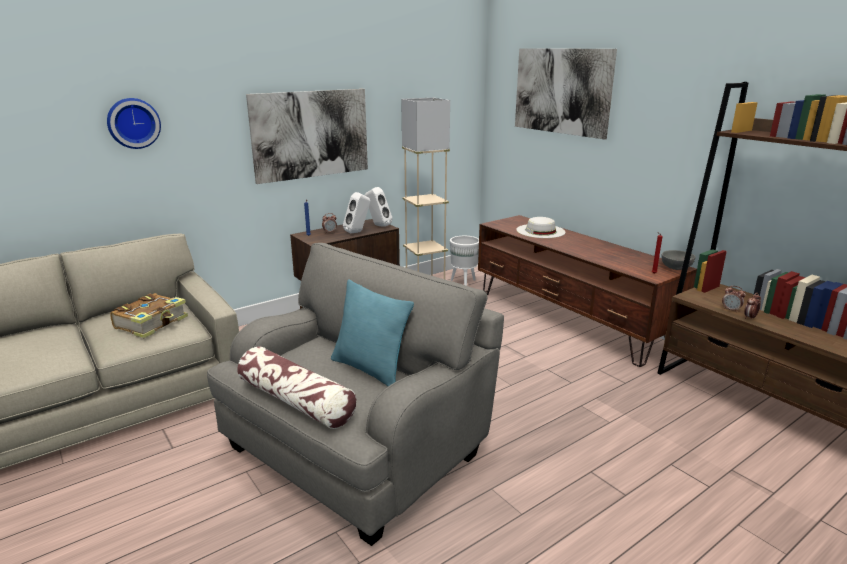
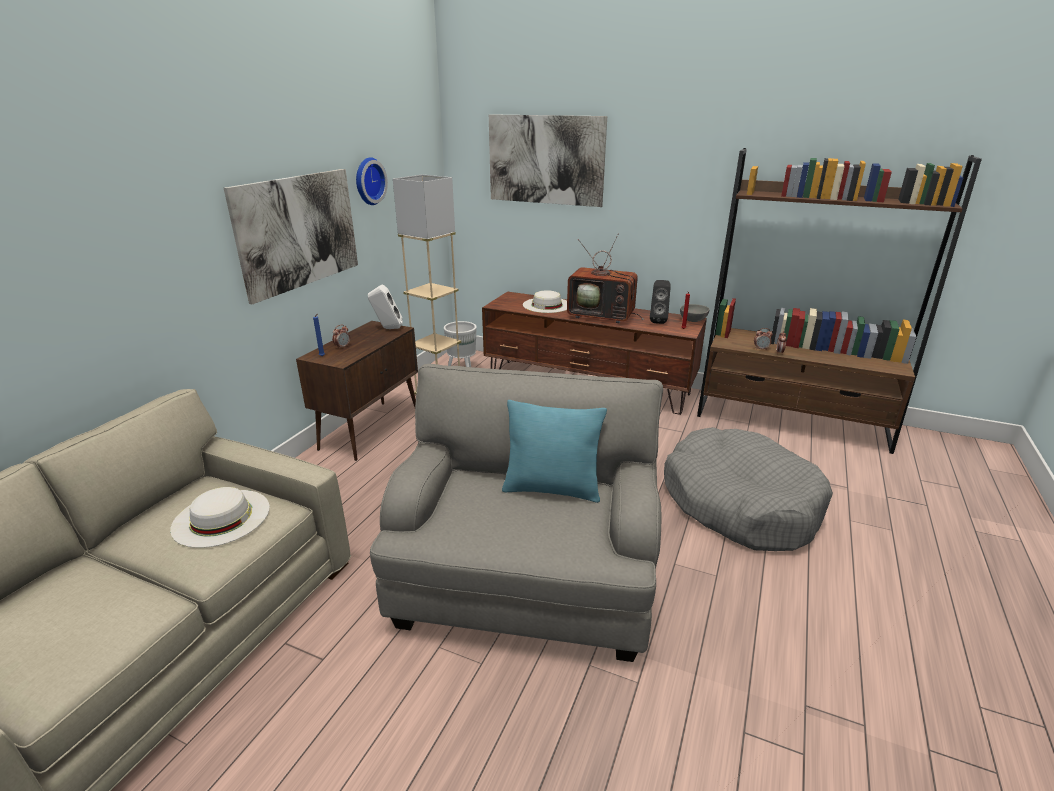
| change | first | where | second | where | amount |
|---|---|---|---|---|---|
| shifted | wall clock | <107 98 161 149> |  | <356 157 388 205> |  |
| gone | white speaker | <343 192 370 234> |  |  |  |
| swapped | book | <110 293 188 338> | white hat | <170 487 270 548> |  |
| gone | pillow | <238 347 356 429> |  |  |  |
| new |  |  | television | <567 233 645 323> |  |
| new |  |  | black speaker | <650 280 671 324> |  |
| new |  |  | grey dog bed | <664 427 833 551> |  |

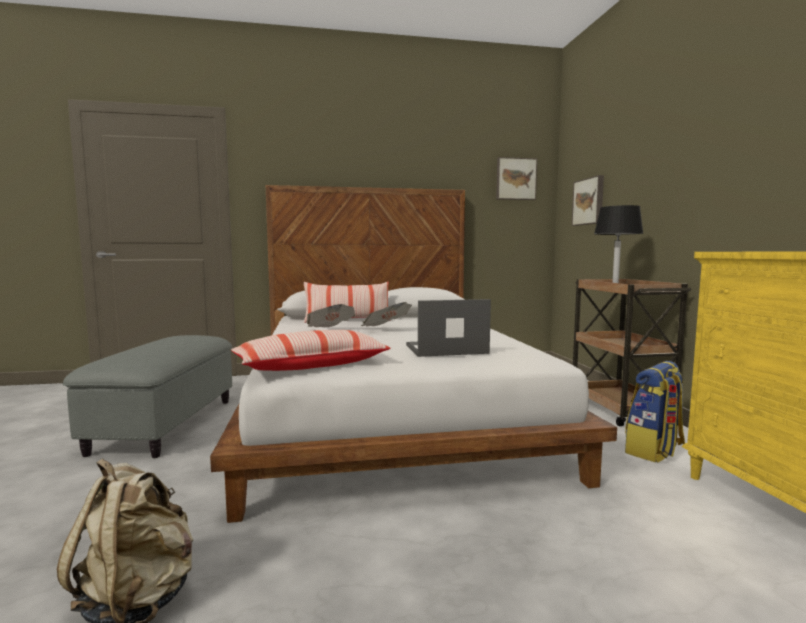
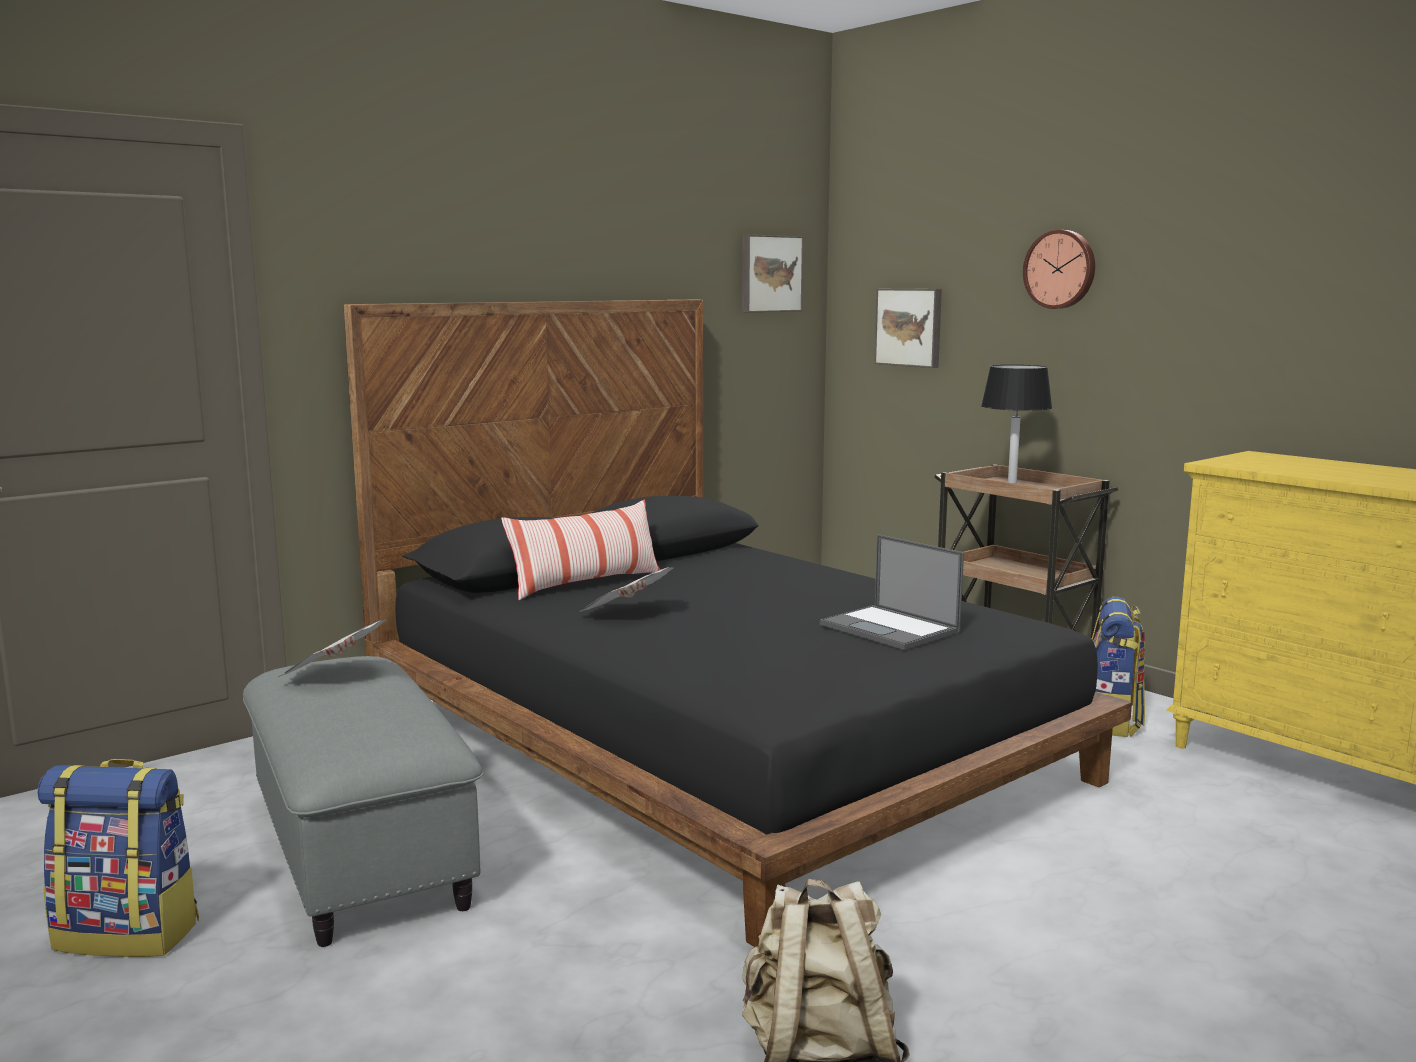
| change | first | where | second | where | amount |
|---|---|---|---|---|---|
| repainted | white bed | <210 185 617 523> | black bed | <343 300 1132 947> |  |
| rotated | laptop | <406 299 491 357> |  | <820 534 964 650> | 90 degrees counterclockwise |
| shifted | newspaper | <361 302 412 326> |  | <278 619 387 677> |  |
| gone | pillow | <231 330 391 371> |  |  |  |
| new |  |  | wall clock | <1023 230 1095 309> |  |
| new |  |  | backpack | <38 759 199 957> |  |

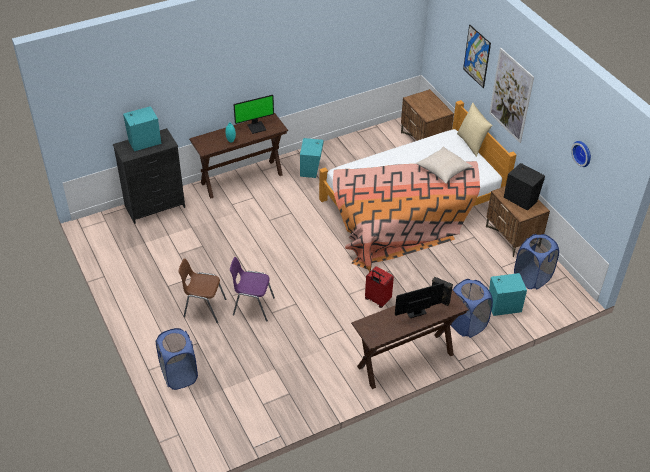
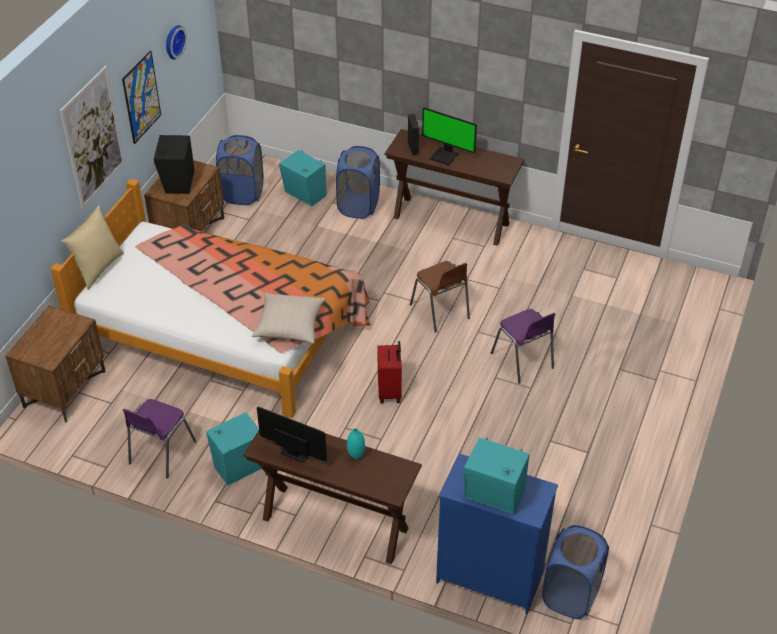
| change | first | where | second | where | amount |
|---|---|---|---|---|---|
| shifted | picture | <463 25 491 88> |  | <122 51 161 144> |  |
| repainted | black dresser | <113 128 185 224> | blue dresser | <436 453 558 614> |  |
| shifted | beige pillow | <416 147 473 184> |  | <252 292 325 343> |  |
| shifted | brown chair | <178 258 226 323> |  | <410 261 470 333> |  |
| shifted | red suitcase | <365 266 394 308> |  | <377 341 402 404> |  |
| shifted | blue laundry basket | <156 328 198 390> |  | <542 525 609 619> |  |
| new |  |  | purple chair | <123 399 196 479> |  |

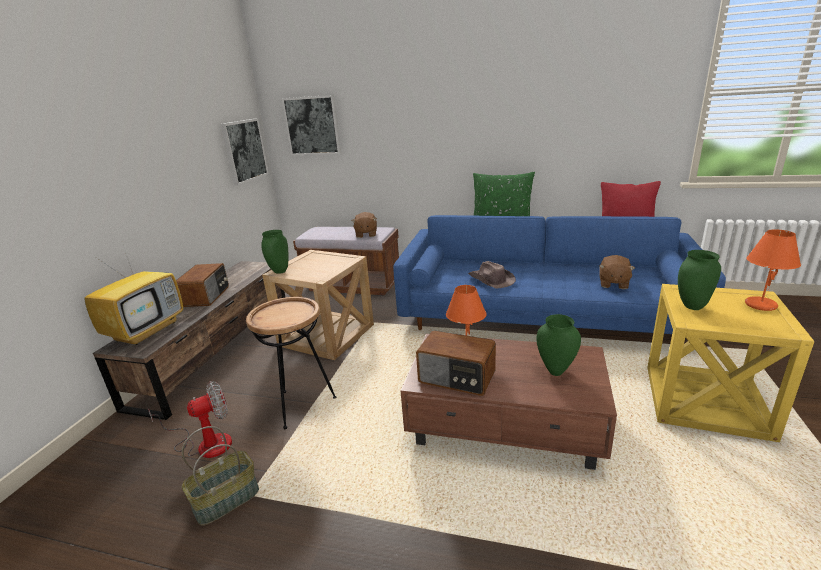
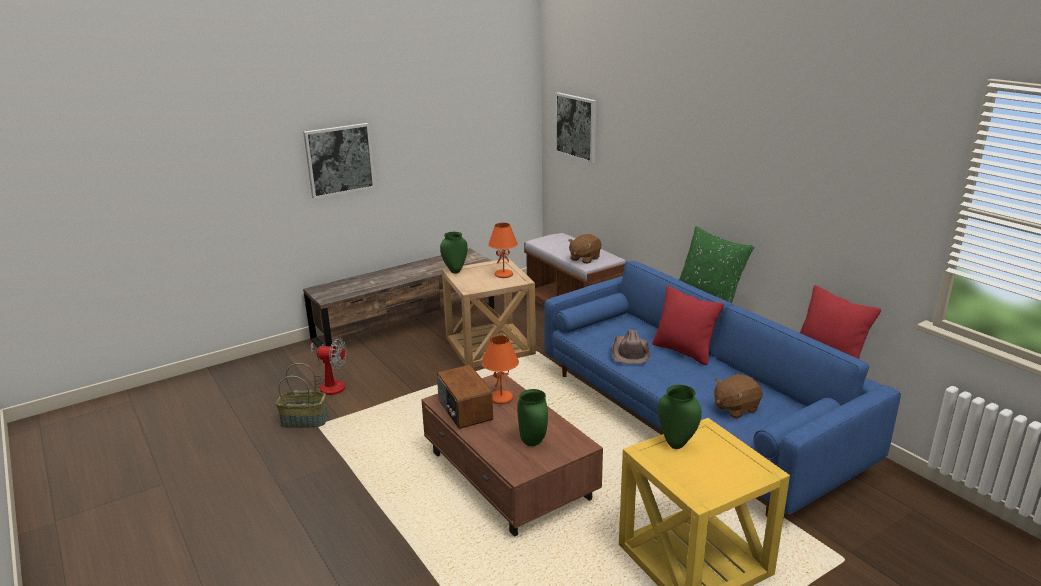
| change | first | where | second | where | amount |
|---|---|---|---|---|---|
| shifted | picture | <221 118 269 185> |  | <303 123 375 199> |  |
| shifted | orange table lamp | <745 229 801 311> |  | <488 223 518 278> |  |
| gone | television | <85 245 183 346> |  |  |  |
| gone | radio | <176 263 229 307> |  |  |  |
| gone | brown side table | <246 297 336 429> |  |  |  |
| new |  |  | red pillow | <652 286 724 365> |  |

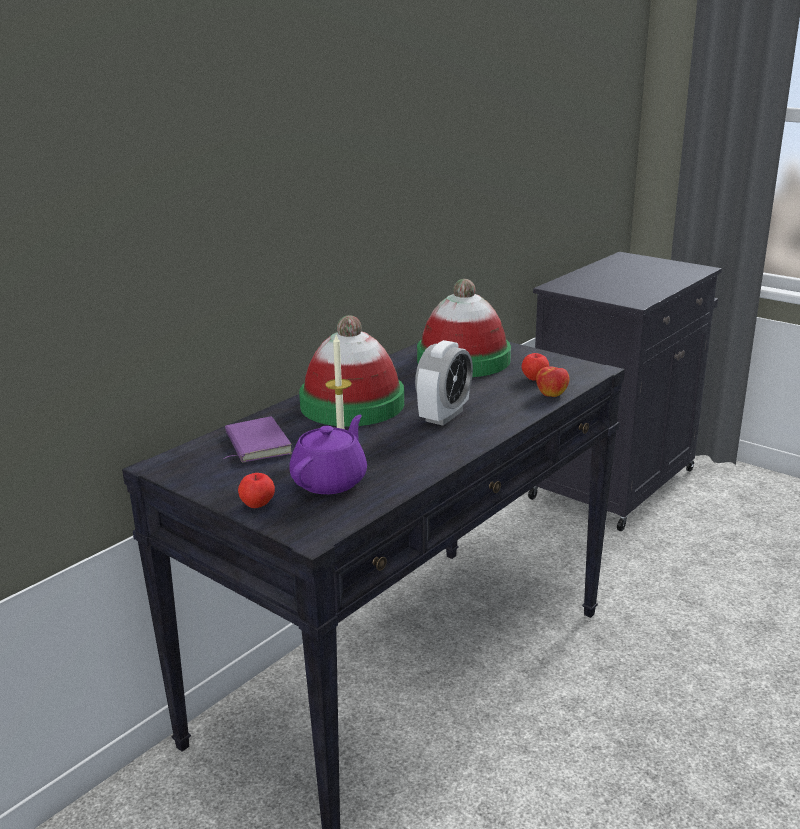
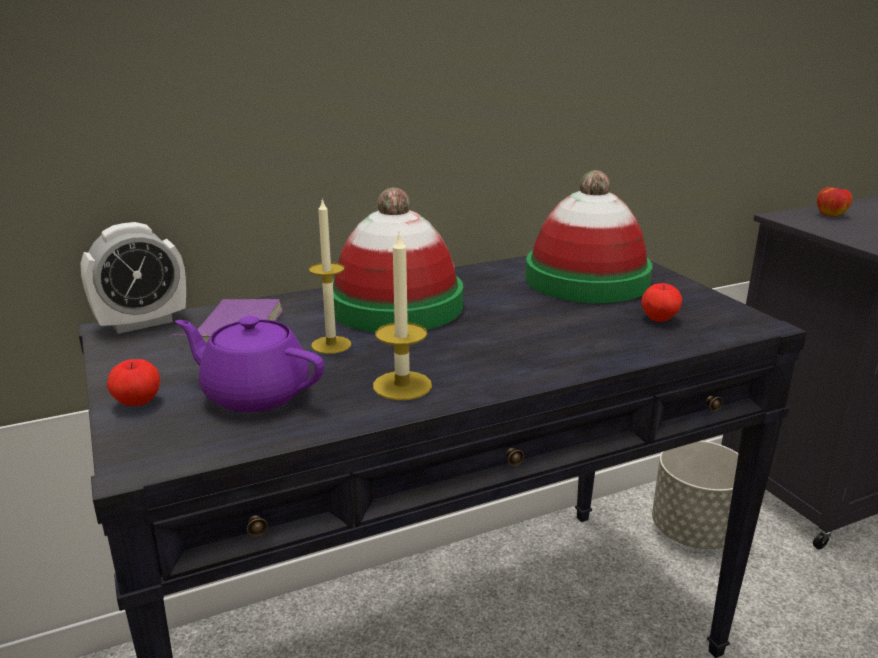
| change | first | where | second | where | amount |
|---|---|---|---|---|---|
| shifted | alarm clock | <415 340 473 426> |  | <81 222 186 334> |  |
| shifted | apple | <536 366 569 397> |  | <817 187 852 217> |  |
| rotated | purple teapot | <289 415 367 494> |  | <175 316 324 412> | 120 degrees counterclockwise |
| new |  |  | candle | <373 234 432 400> |  |
| new |  |  | grey planter | <652 441 739 549> |  |

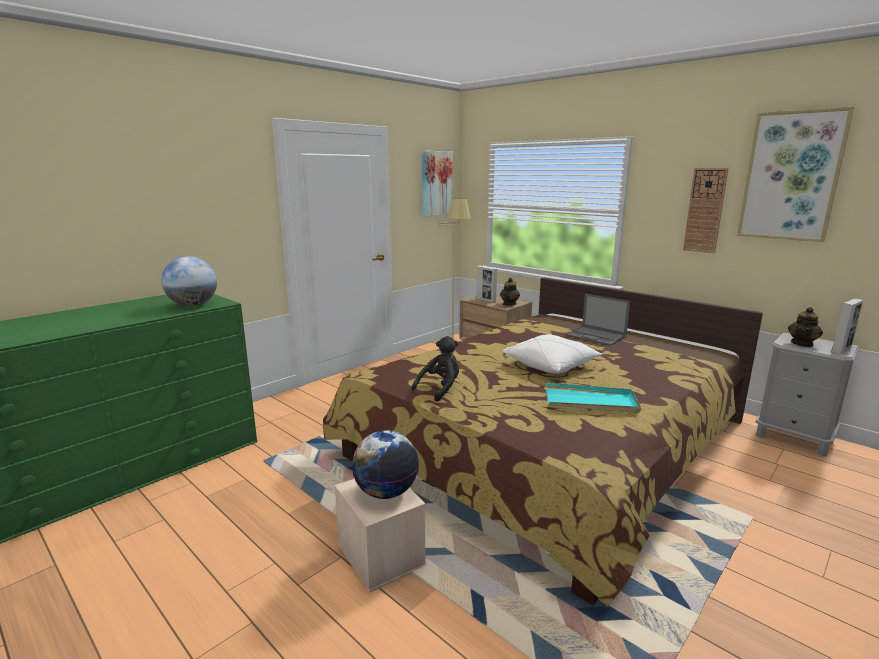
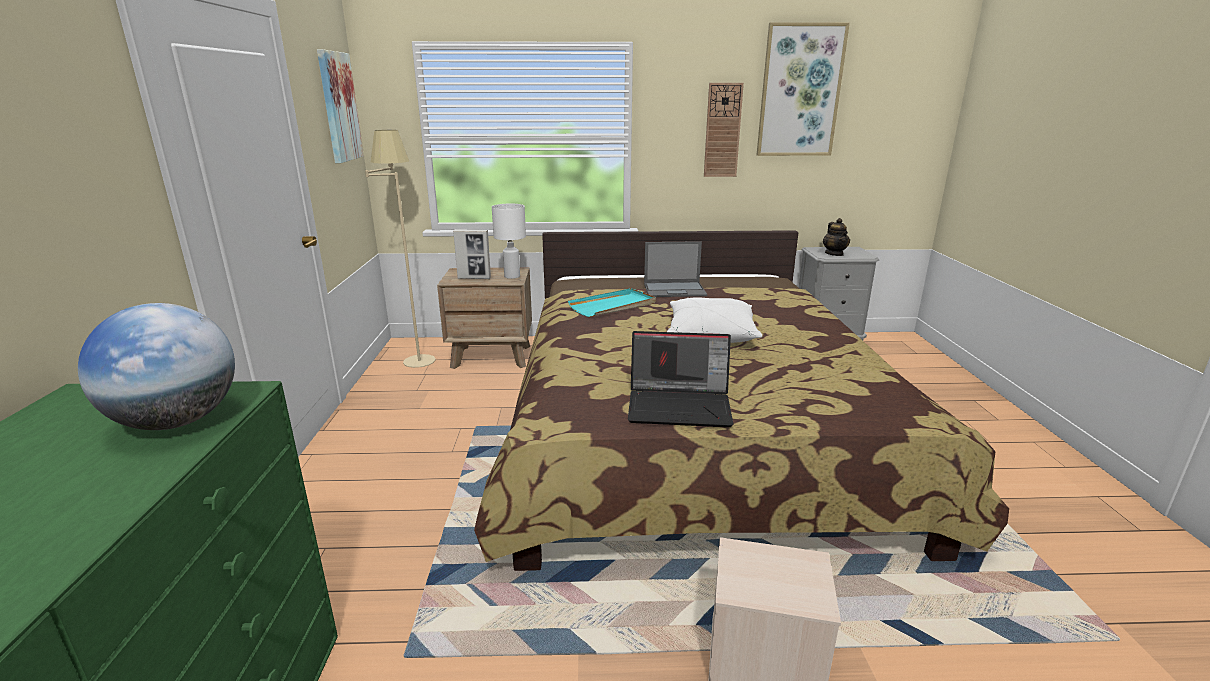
| change | first | where | second | where | amount |
|---|---|---|---|---|---|
| swapped | teapot | <500 278 520 306> | white table lamp | <492 204 526 279> |  |
| gone | picture frame | <831 299 863 355> |  |  |  |
| swapped | black plush toy | <411 336 459 402> | laptop | <628 331 733 427> |  |
| shifted | turquoise tray | <546 383 641 413> |  | <568 288 656 317> |  |
| gone | globe | <352 430 419 499> |  |  |  |

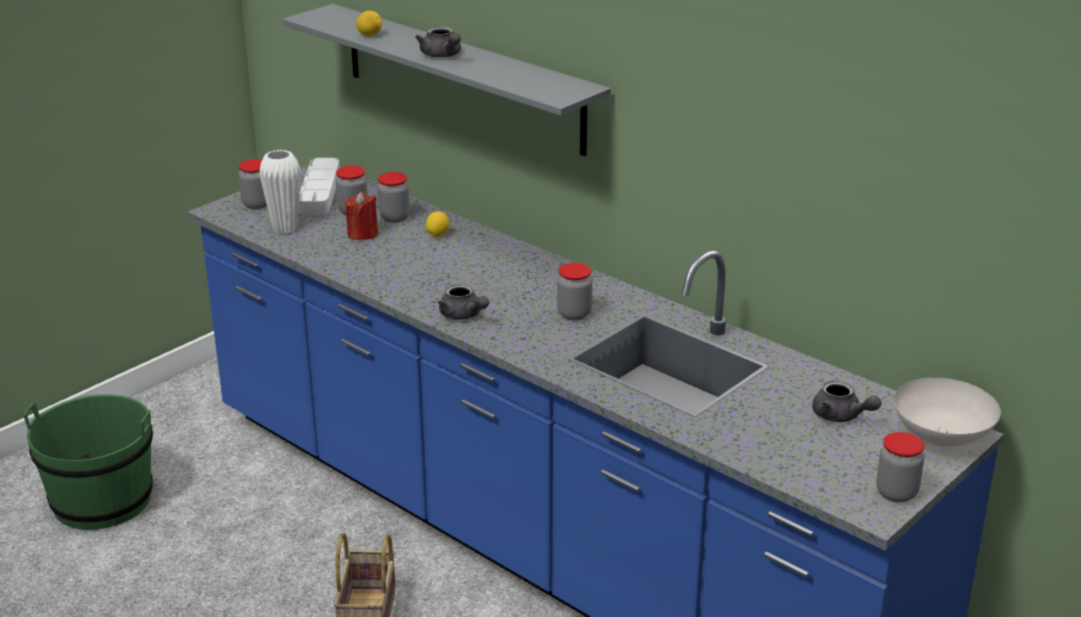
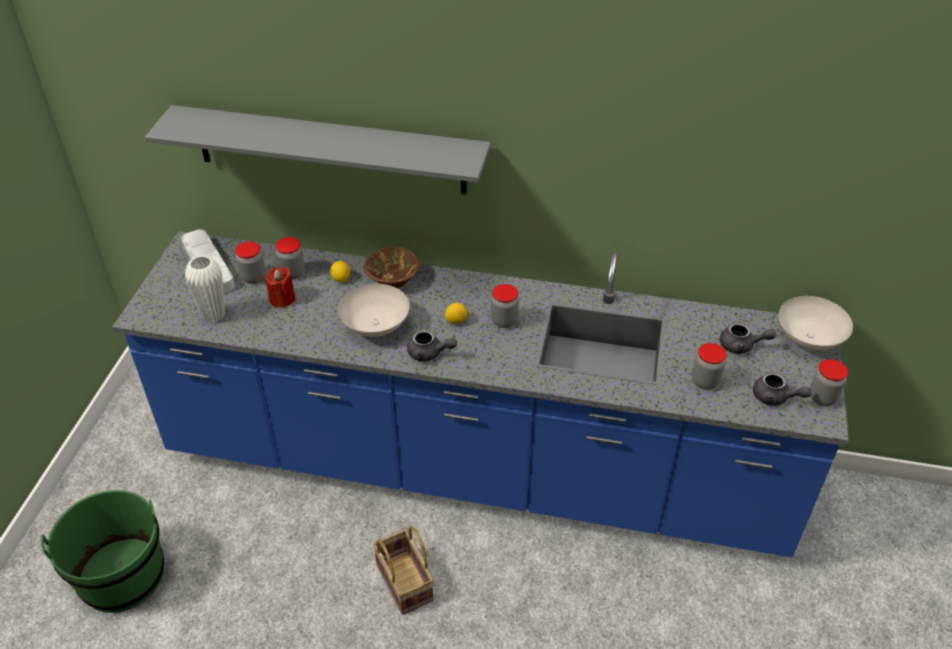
| change | first | where | second | where | amount |
|---|---|---|---|---|---|
| shifted | lemon | <356 11 382 36> |  | <445 303 467 324> |  |
| shifted | grey teapot | <415 26 461 58> |  | <753 372 812 405> |  |
| shifted | jar | <239 159 267 209> |  | <692 343 726 389> |  |
| new |  |  | brown bowl | <364 247 420 288> |  |
| new |  |  | white bowl | <338 284 410 337> |  |

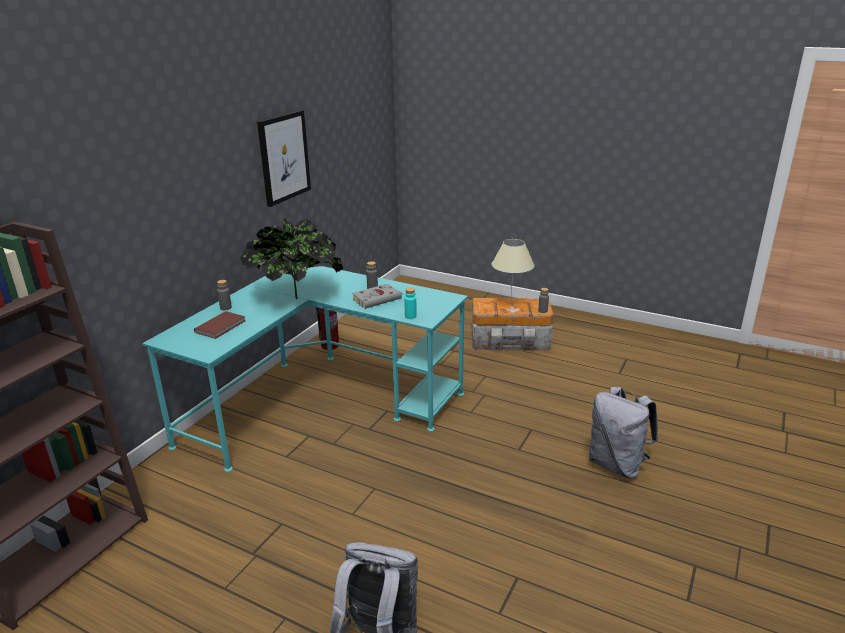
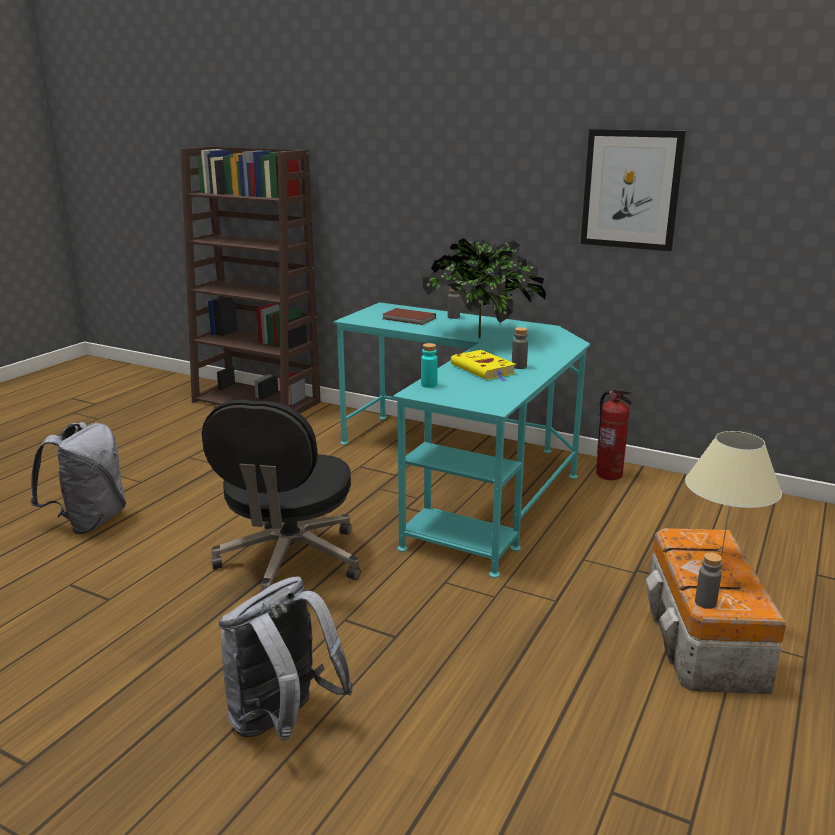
| change | first | where | second | where | amount |
|---|---|---|---|---|---|
| repainted | grey book | <352 284 402 309> | yellow book | <451 350 516 381> |  |
| new |  |  | black office chair | <202 400 361 593> |  |

